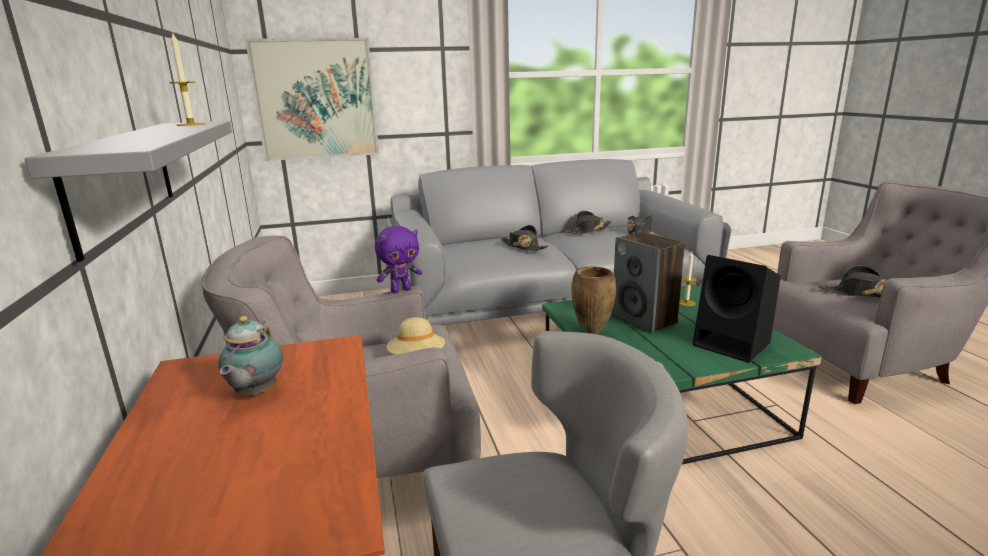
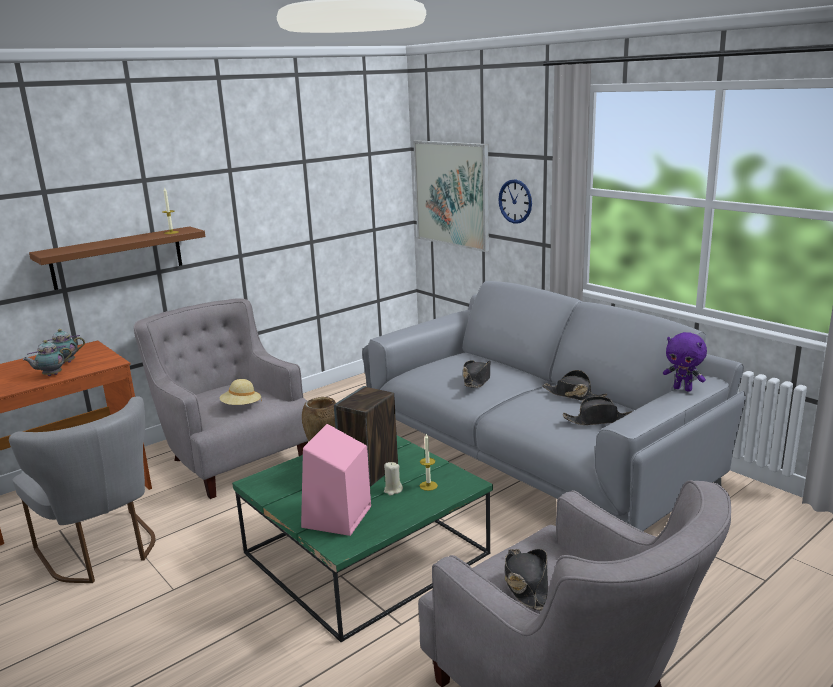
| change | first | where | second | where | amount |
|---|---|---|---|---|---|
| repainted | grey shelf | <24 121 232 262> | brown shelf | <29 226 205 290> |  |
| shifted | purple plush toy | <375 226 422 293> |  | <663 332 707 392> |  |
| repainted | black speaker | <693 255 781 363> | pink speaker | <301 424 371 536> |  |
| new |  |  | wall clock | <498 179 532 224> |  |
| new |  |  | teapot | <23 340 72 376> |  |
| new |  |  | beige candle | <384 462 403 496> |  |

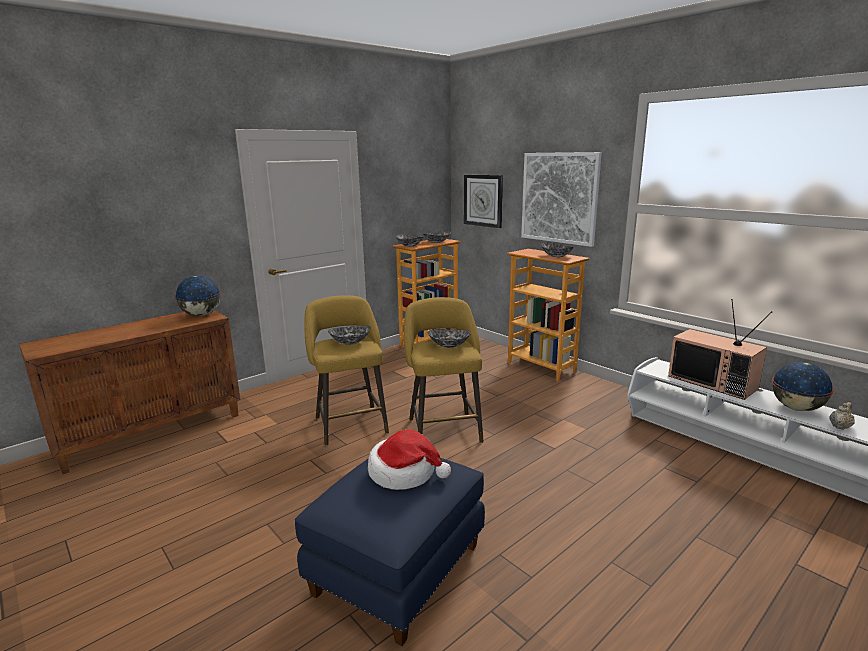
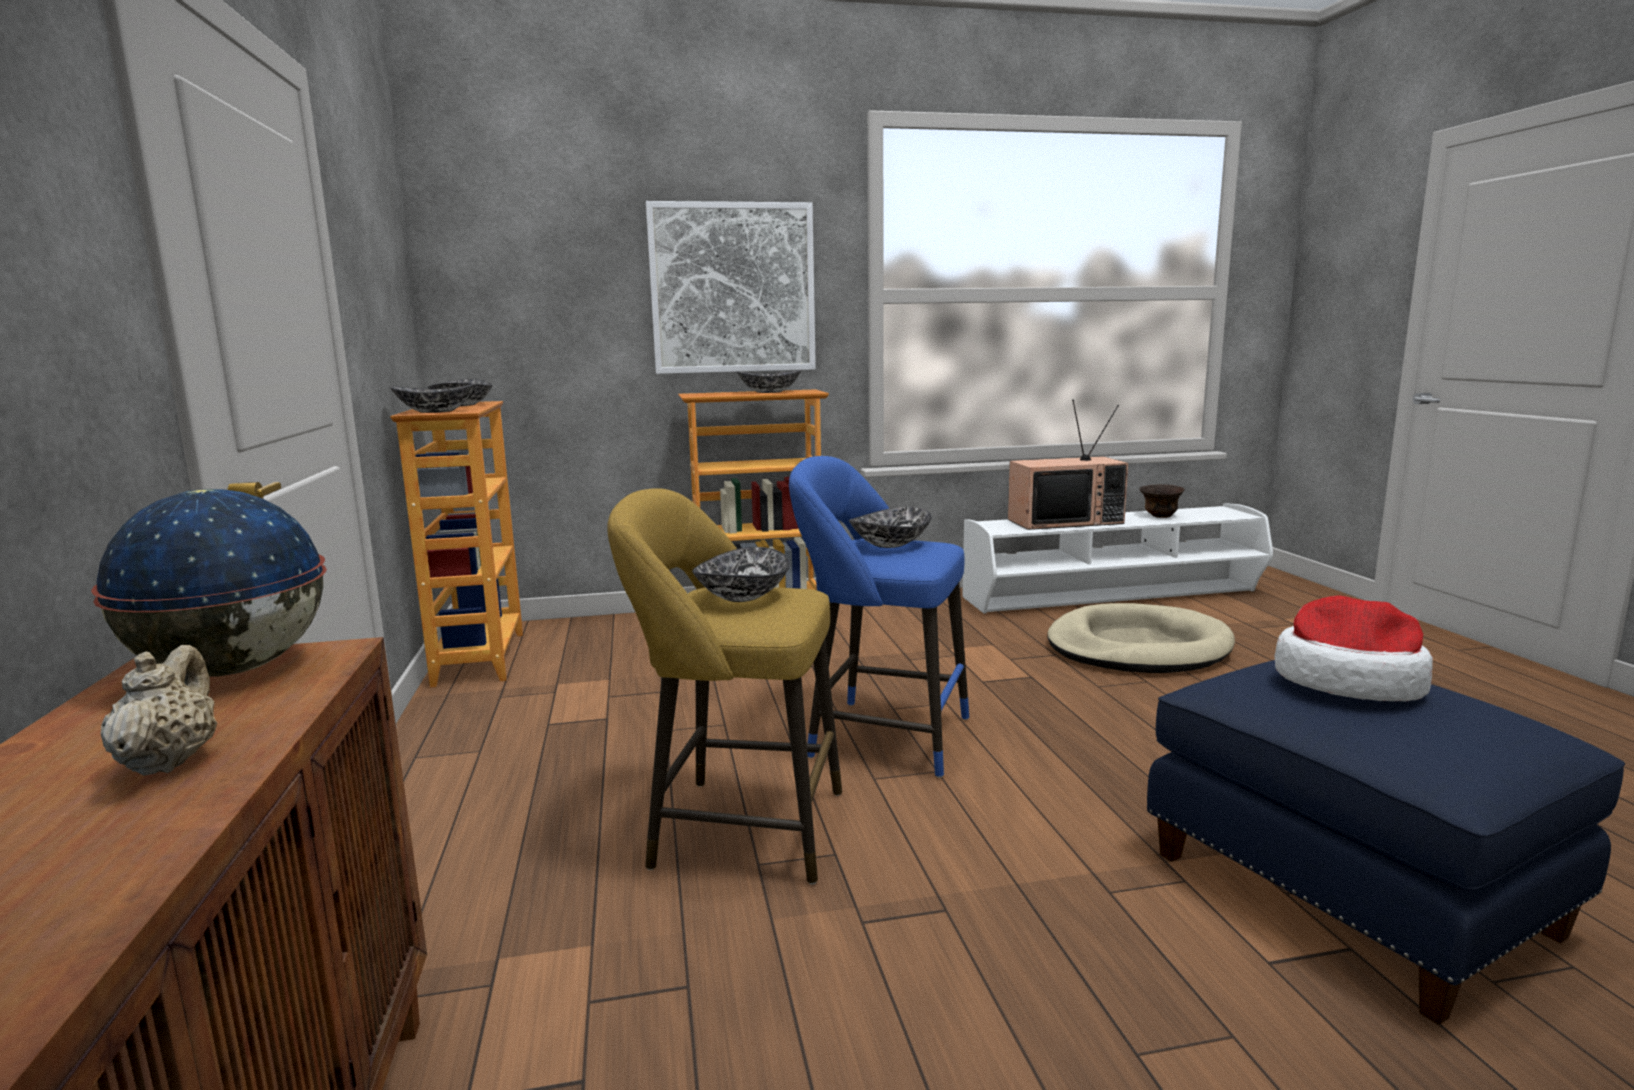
| change | first | where | second | where | amount |
|---|---|---|---|---|---|
| gone | wall clock | <464 174 503 228> |  |  |  |
| repainted | yellow stool | <404 297 483 443> | blue stool | <789 456 969 778> |  |
| swapped | globe | <772 362 834 411> | brown bowl | <1139 484 1185 518> |  |
| shifted | beige teapot | <829 402 854 430> |  | <101 645 217 776> |  |
| new |  |  | beige dog bed | <1048 603 1235 673> |  |

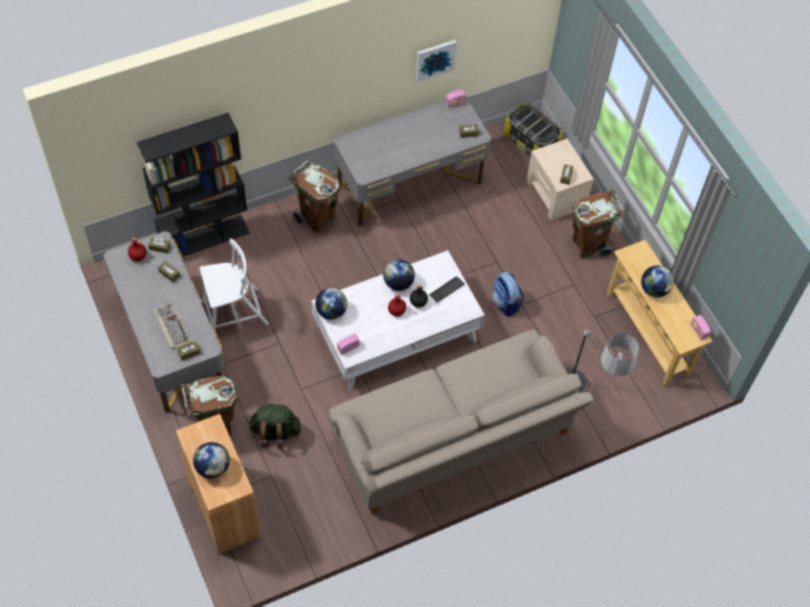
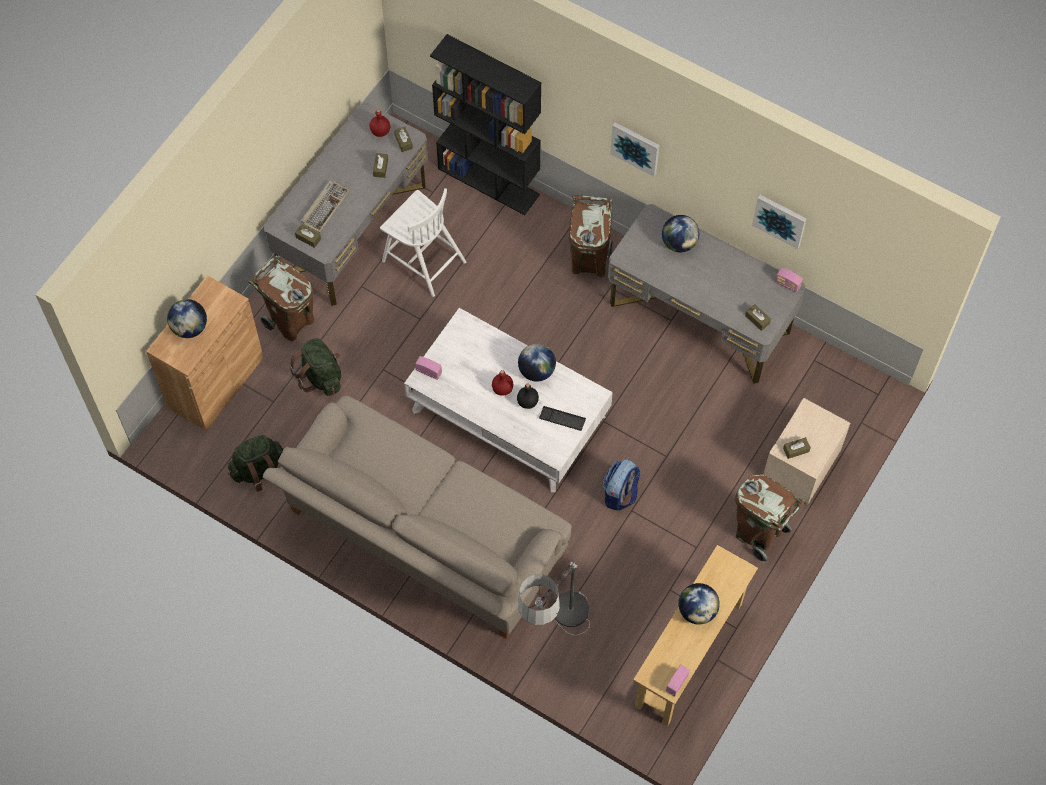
| change | first | where | second | where | amount |
|---|---|---|---|---|---|
| gone | storage box | <504 102 562 155> |  |  |  |
| shifted | globe | <315 288 347 320> |  | <662 215 699 252> |  |
| new |  |  | picture | <610 122 660 177> |  |
| new |  |  | green backpack | <228 435 284 492> |  |

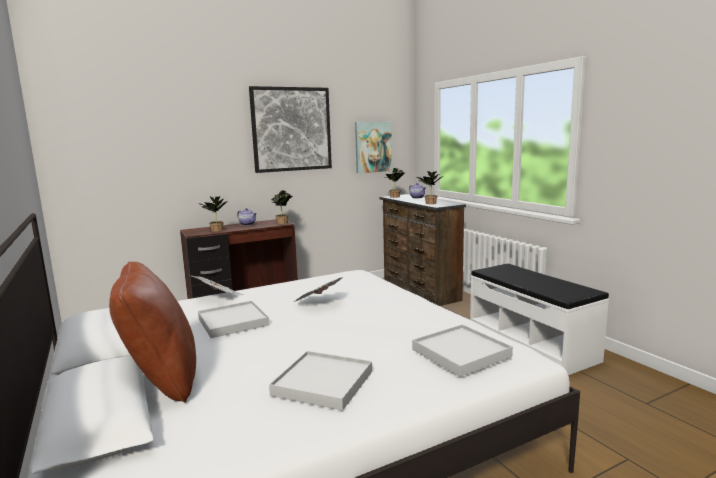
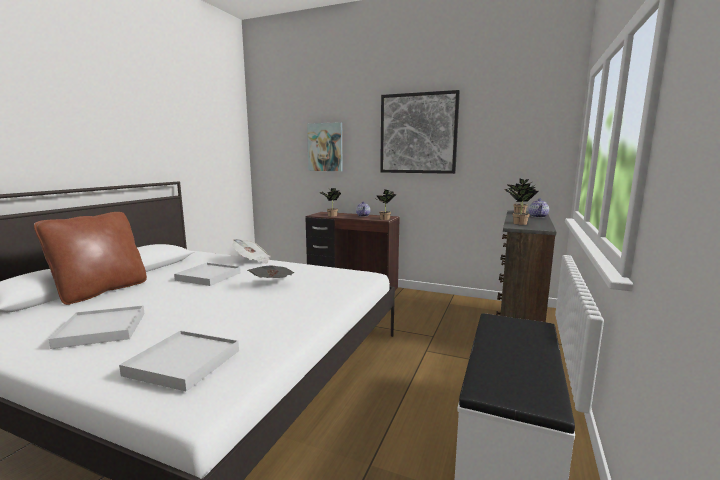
| change | first | where | second | where | amount |
|---|---|---|---|---|---|
| shifted | picture | <355 122 392 173> |  | <307 122 343 171> |  |

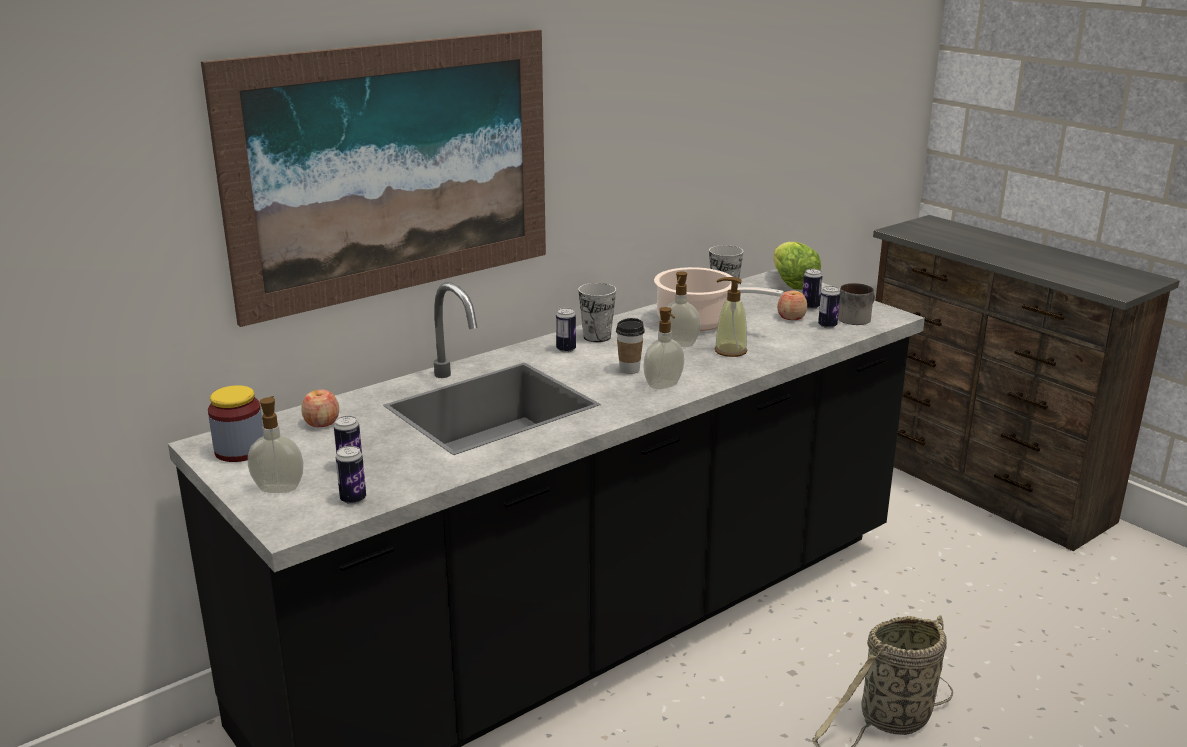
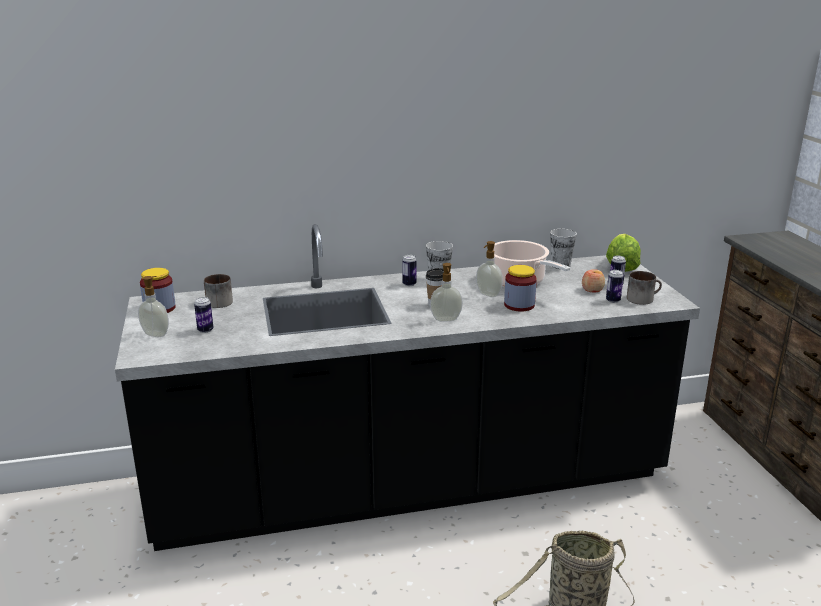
| change | first | where | second | where | amount |
|---|---|---|---|---|---|
| gone | picture | <201 29 546 327> |  |  |  |
| swapped | soap dispenser | <714 277 748 357> | jar | <504 265 537 312> |  |
| swapped | apple | <302 390 339 427> | mug | <204 274 233 308> |  |
| gone | can | <336 446 366 504> |  |  |  |

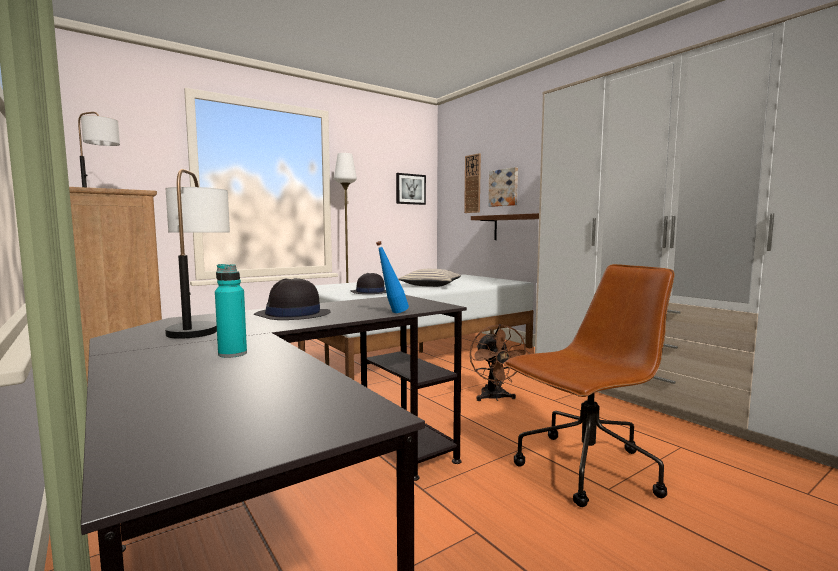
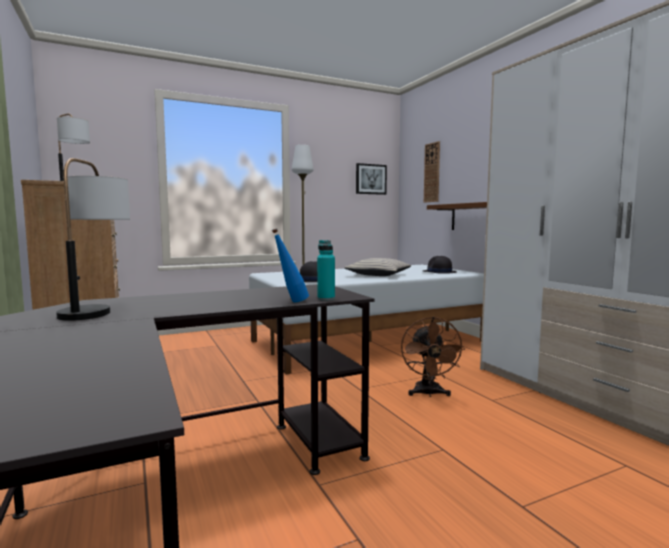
| change | first | where | second | where | amount |
|---|---|---|---|---|---|
| gone | picture | <488 167 518 207> |  |  |  |
| shifted | turquoise bottle | <215 264 247 358> |  | <317 240 335 301> |  |
| gone | brown office chair | <504 264 674 507> |  |  |  |
| shifted | black hat | <253 278 331 320> |  | <423 256 457 274> |  |

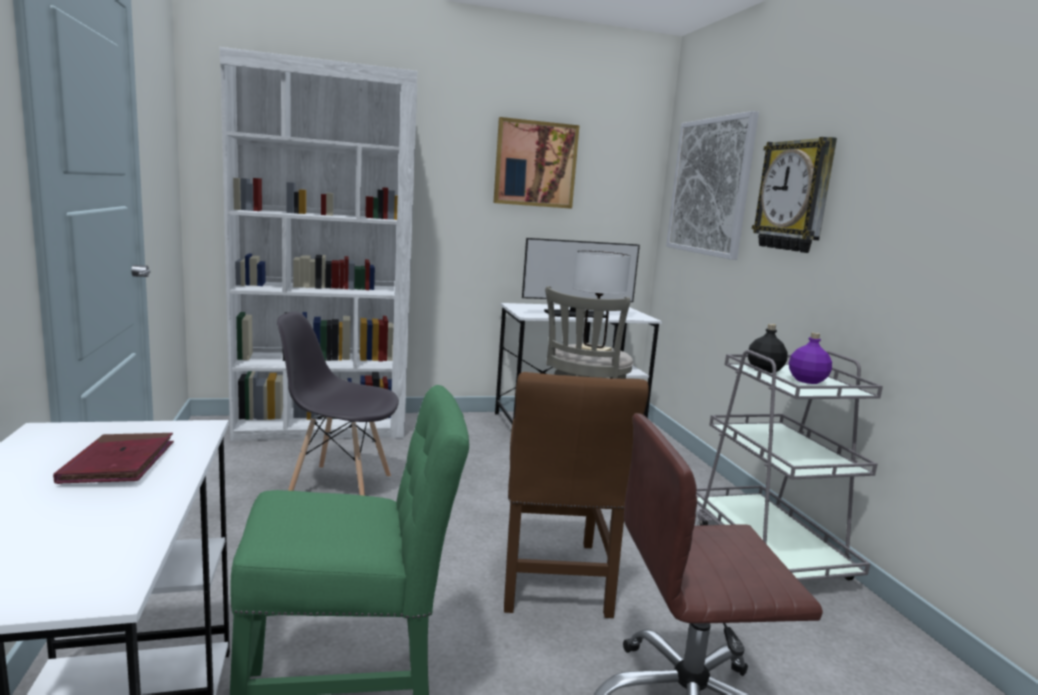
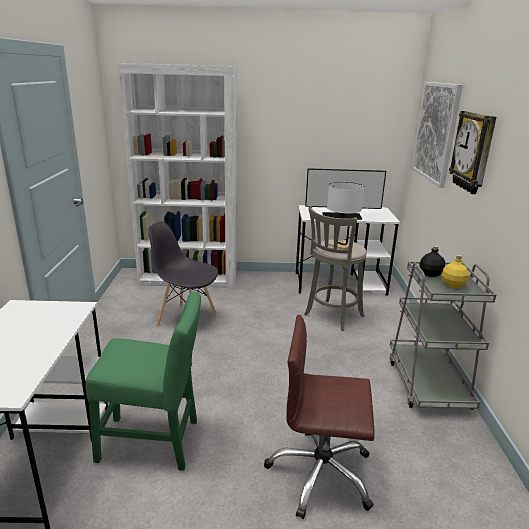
| change | first | where | second | where | amount |
|---|---|---|---|---|---|
| gone | picture | <493 117 580 209> |  |  |  |
| repainted | purple bottle | <789 332 832 384> | yellow bottle | <442 255 469 288> |  |
| gone | brown chair | <504 372 649 618> |  |  |  |
| gone | red book | <53 433 174 484> |  |  |  |

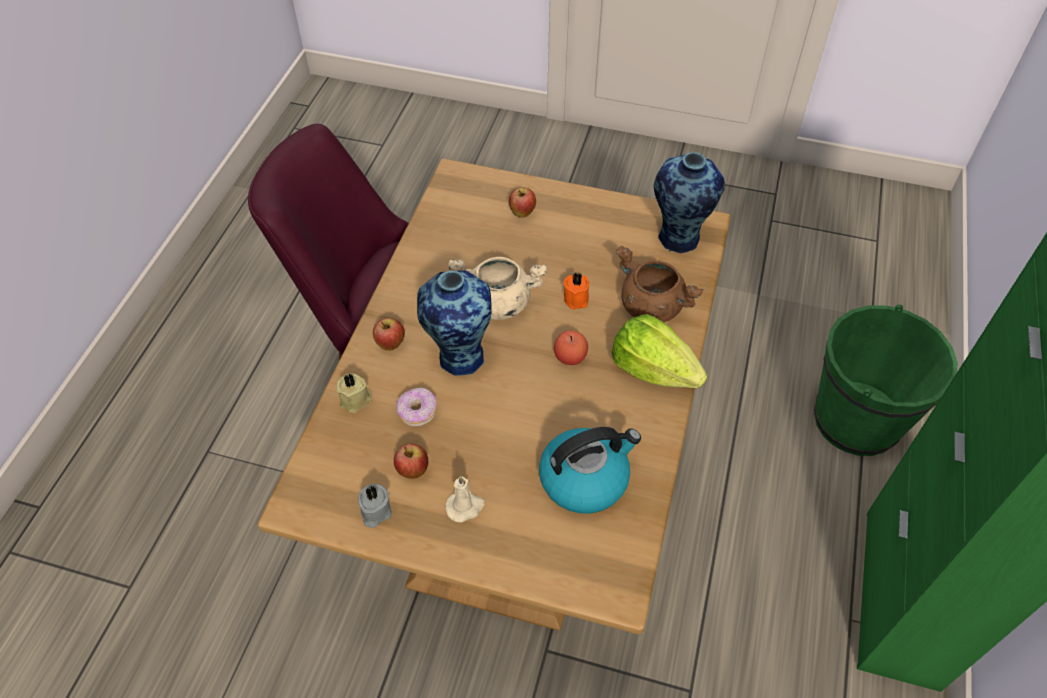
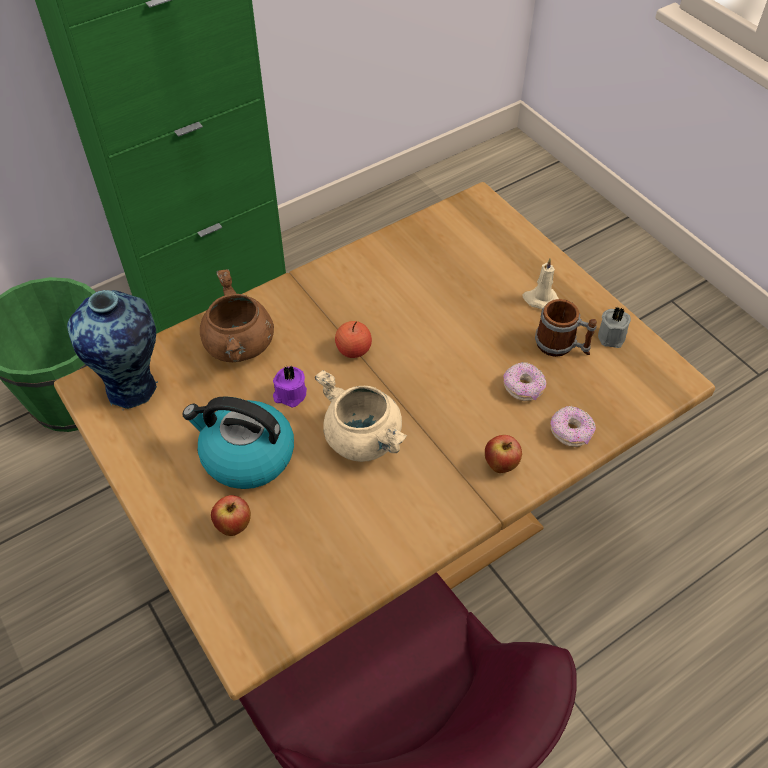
| change | first | where | second | where | amount |
|---|---|---|---|---|---|
| gone | vase | <417 270 492 376> |  |  |  |
| repainted | orange candle | <564 273 589 310> | purple candle | <273 365 307 408> |  |
| gone | lettuce | <611 314 708 388> |  |  |  |
| swapped | beige candle | <337 373 372 413> | donut | <551 406 596 447> |  |
| shifted | kettle | <539 427 641 514> |  | <182 396 294 489> |  |
| swapped | apple | <394 444 428 479> | mug | <535 299 597 357> |  |

